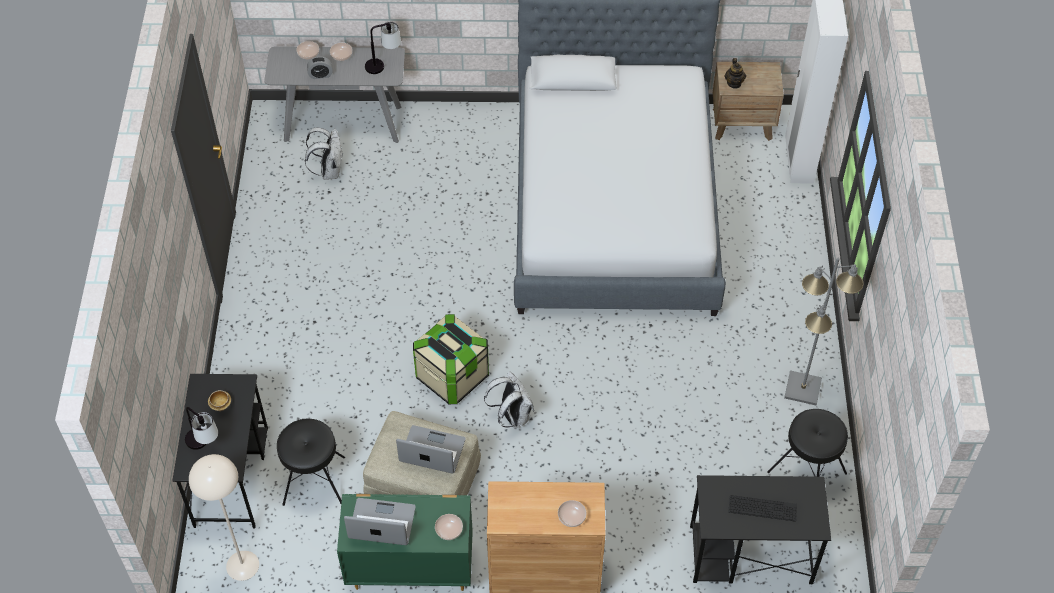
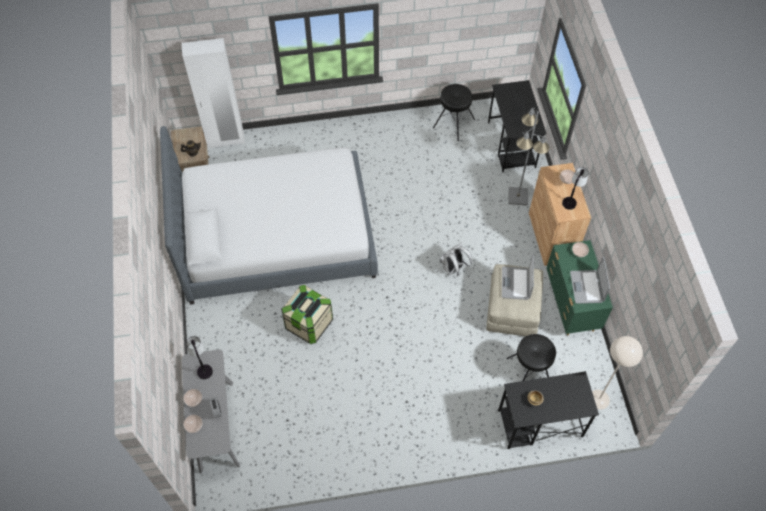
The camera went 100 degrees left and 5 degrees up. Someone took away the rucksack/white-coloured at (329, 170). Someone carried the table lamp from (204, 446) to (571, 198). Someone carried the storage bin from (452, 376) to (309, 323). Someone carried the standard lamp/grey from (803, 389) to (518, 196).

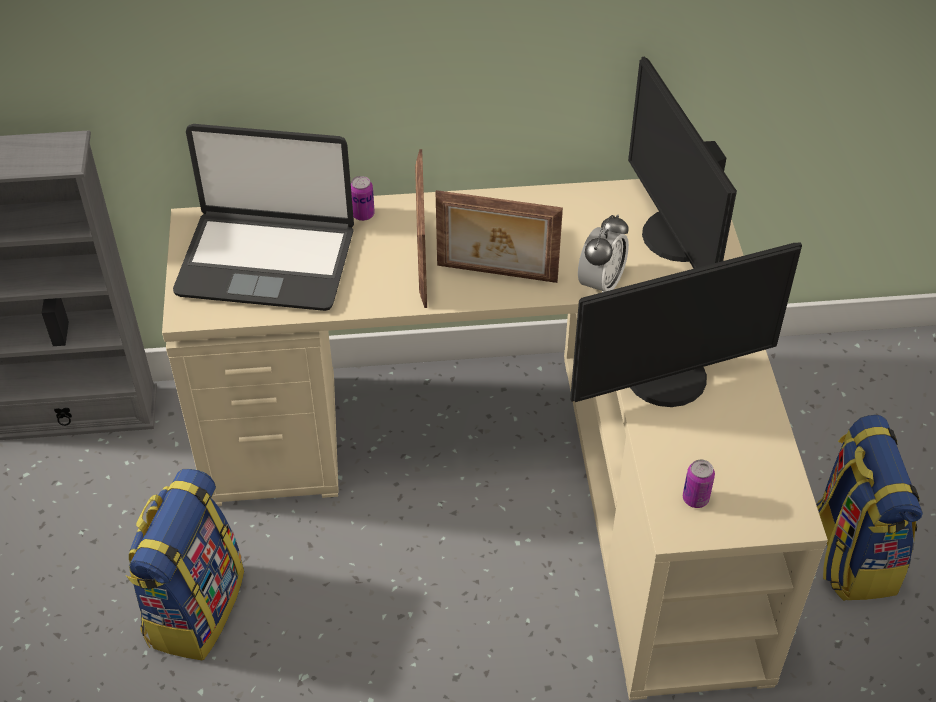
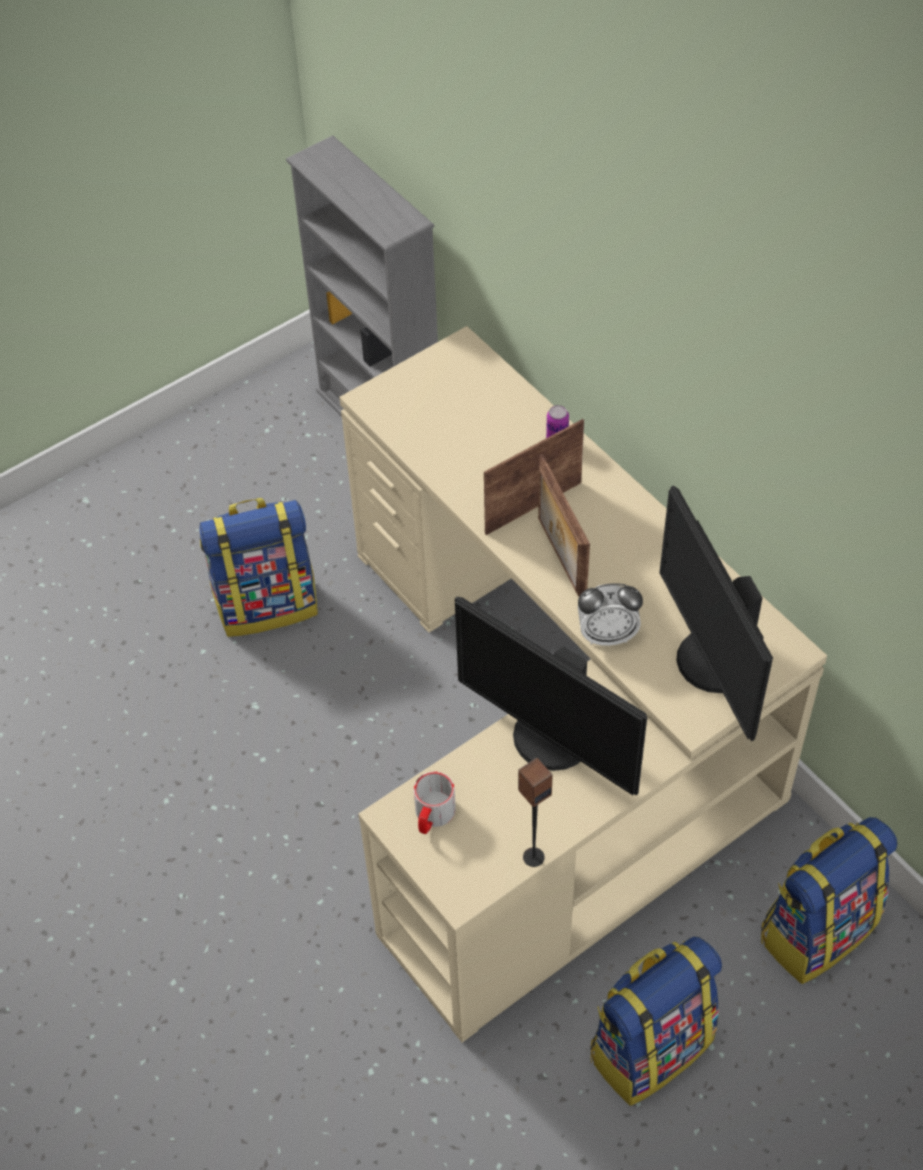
The camera went 60 degrees right and 5 degrees up. Someone took away the laptop at (267, 261). Someone put down the speaker at (533, 856). Someone put down the rucksack at (817, 929). Someone swapped the sealed can at (695, 499) for the coffee mug at (432, 816). Someone rotated the computer display at (675, 237) by 60 degrees counterclockwise.

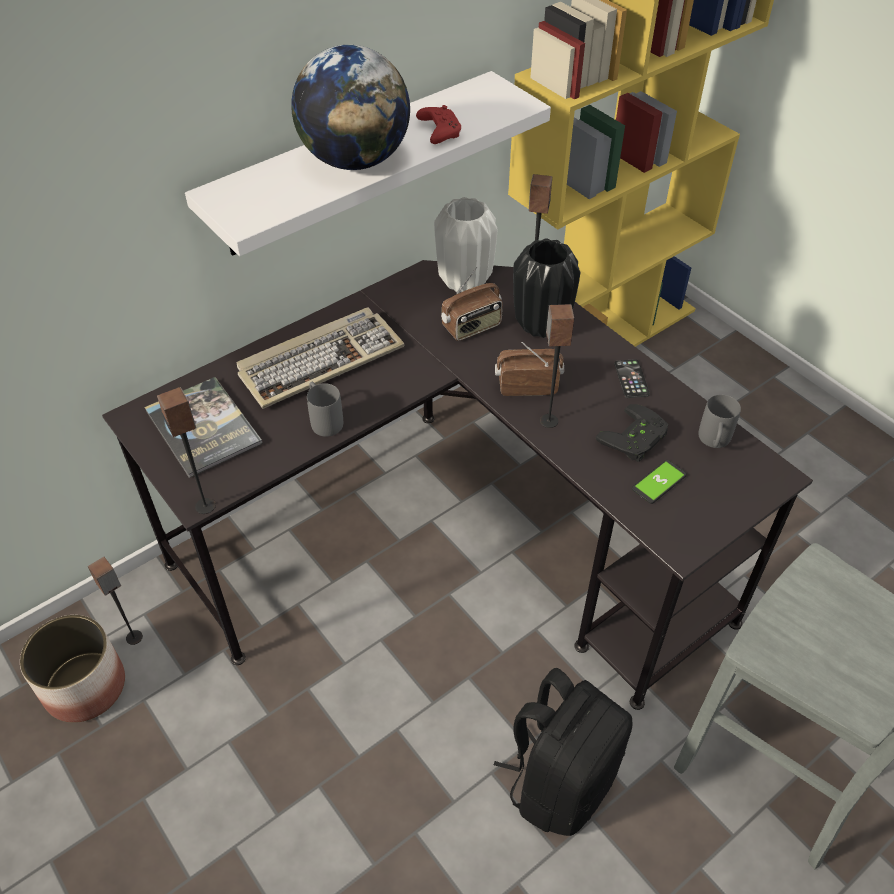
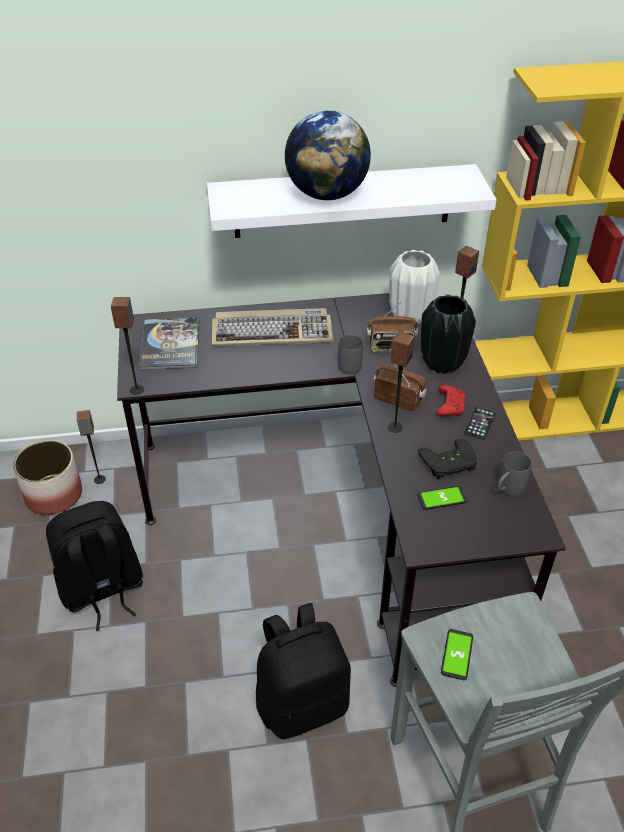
The camera went 30 degrees right and 5 degrees down. Someone put down the rucksack/blackish at (102, 590). Someone put down the handset at (457, 655). Someone carried the coffee mug/grey from (324, 420) to (349, 363). Someone carried the game controller/red from (439, 132) to (449, 406).

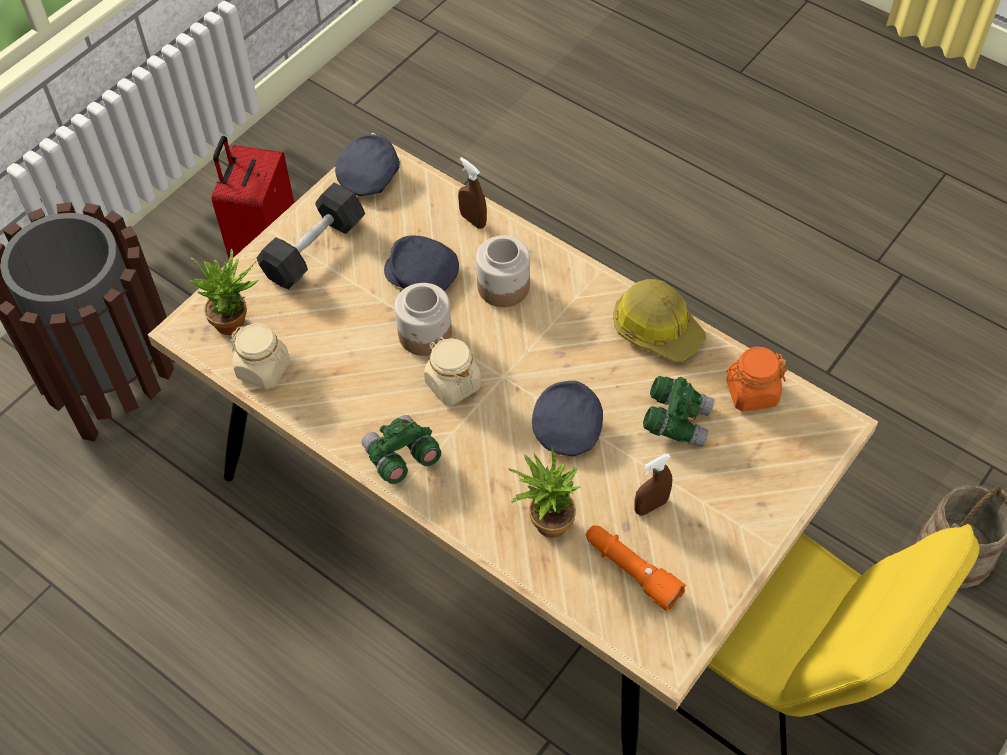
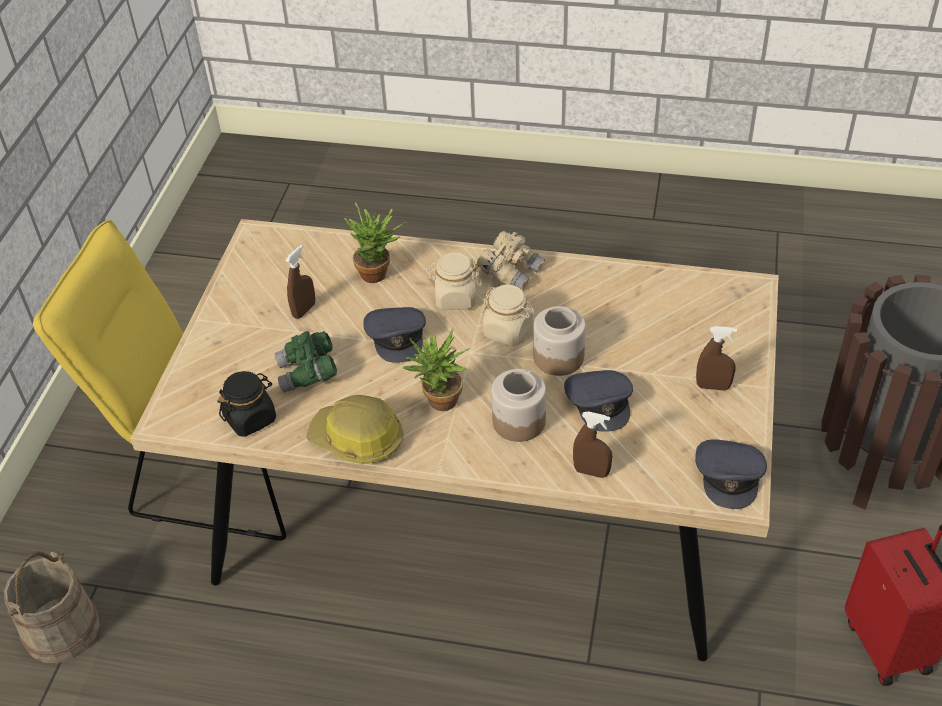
The camera went 155 degrees right and 10 degrees down. Someone took away the torch/orange at (631, 571). Someone carried the houseplant from (236, 321) to (439, 404). Someone carried the preserve jar/sand-coloured from (264, 369) to (455, 298). Someone swapped the dumbbell/blackish at (314, 249) for the spray bottle/brown-coloured at (713, 386). Someone repainted the binoculars/green-coloured at (401, 458), which became the binoculars/sand-coloured at (511, 271). Someone repainted the preserve jar/orange at (751, 393), which became the preserve jar/blackish at (250, 418). Someone rotated the cap/grey at (421, 275) by 75 degrees clockwise.

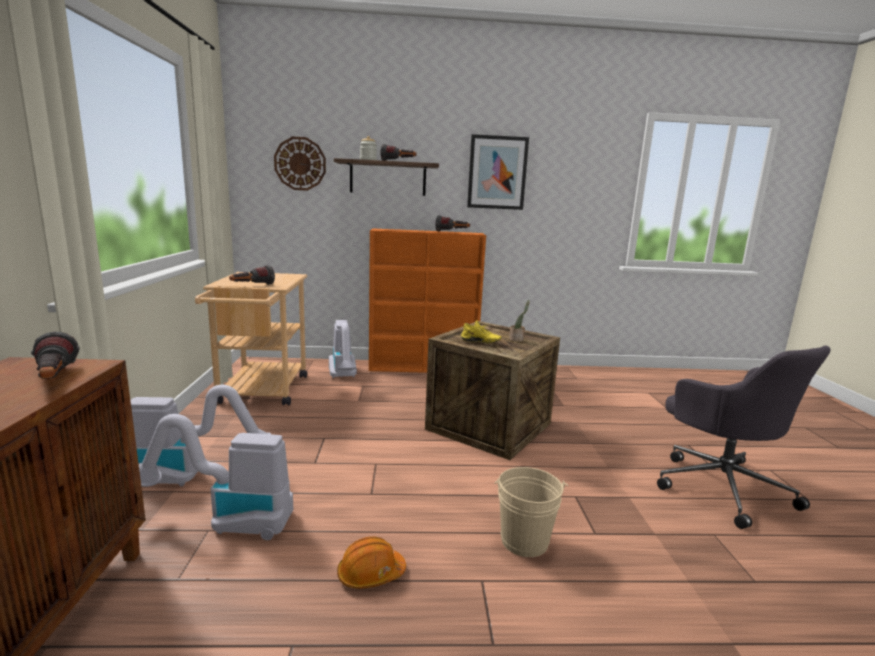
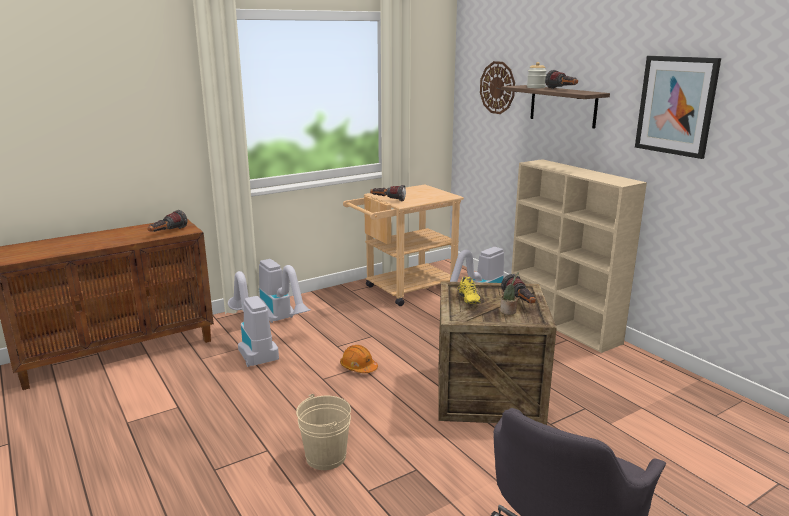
The camera went 60 degrees right and 5 degrees up. Someone carried the work helmet/orange from (370, 574) to (358, 367). Someone carried the torch from (452, 232) to (520, 302). Someone repainted the bookshelf/orange at (423, 367), which became the bookshelf/sand-coloured at (564, 324).

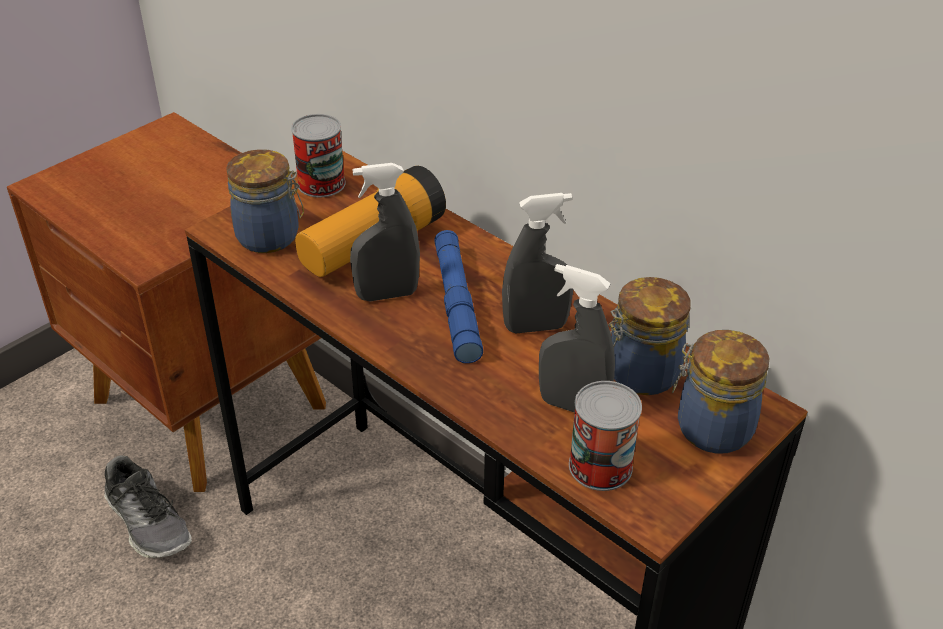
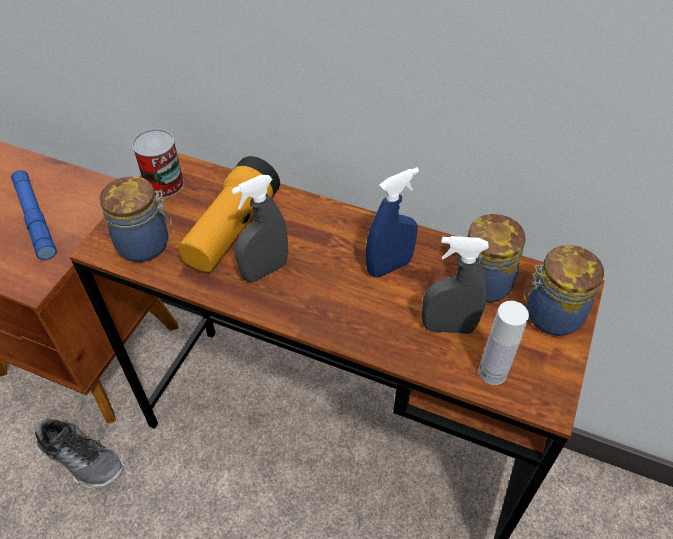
The camera went 20 degrees left and 10 degrees up. Someone carried the torch/blue from (456, 303) to (35, 219). Someone swapped the sealed can at (600, 466) for the beverage bottle/white-coloured at (492, 372). Someone repainted the spray bottle/grey at (535, 327), which became the spray bottle/blue at (389, 266).

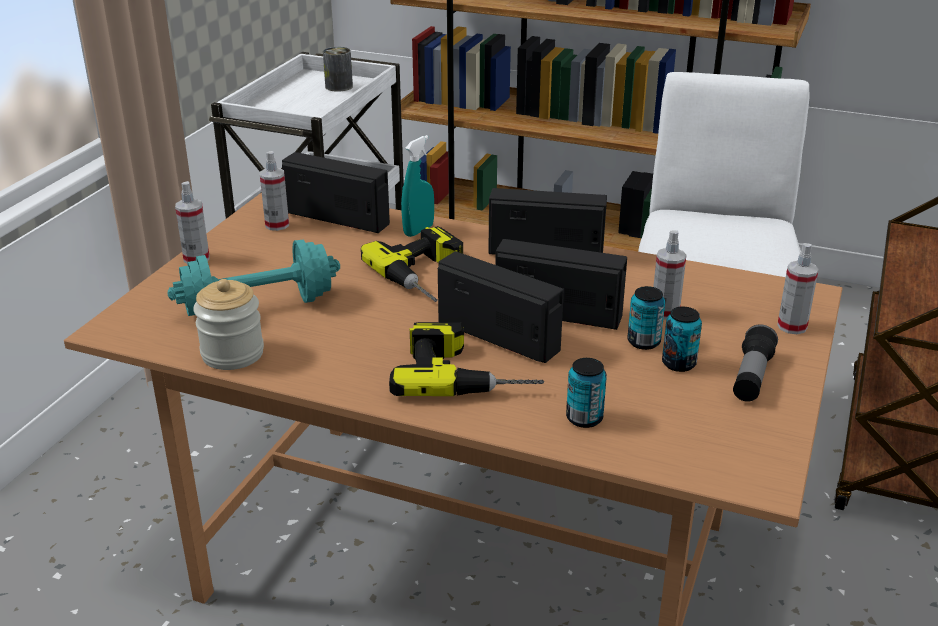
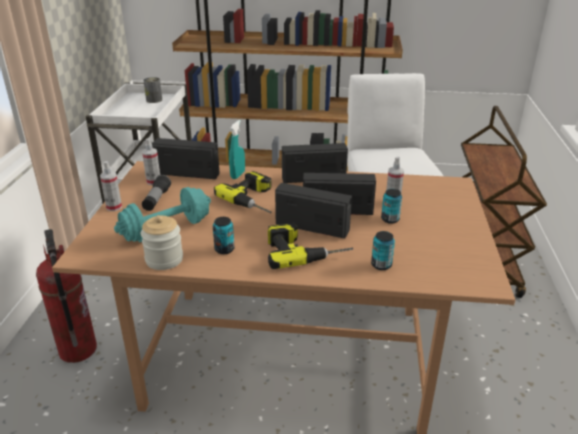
The camera went 15 degrees left and 0 degrees up. Someone took away the spray bottle at (792, 326). Someone put down the extinguisher at (78, 350). Someone carried the sealed can from (678, 363) to (224, 249). Someone carried the torch from (751, 377) to (156, 200).

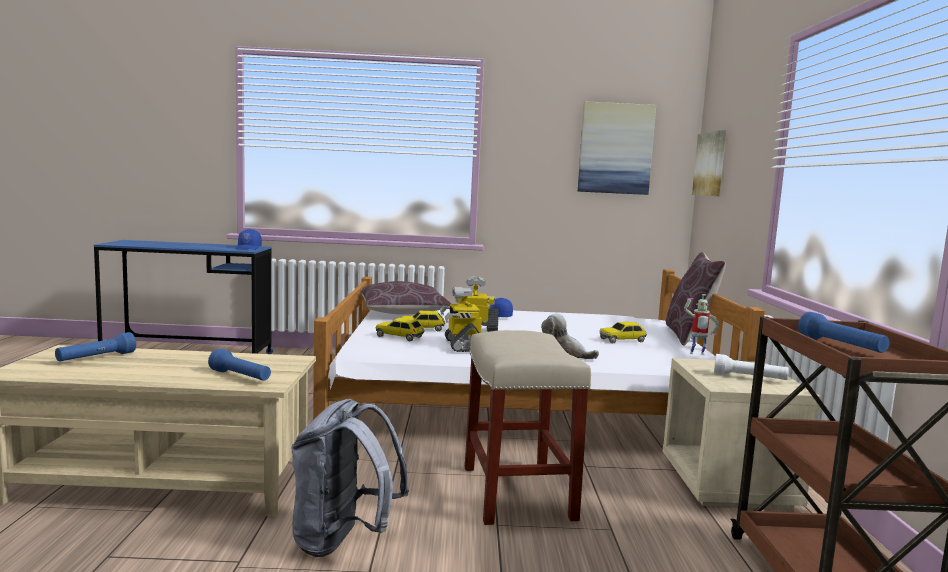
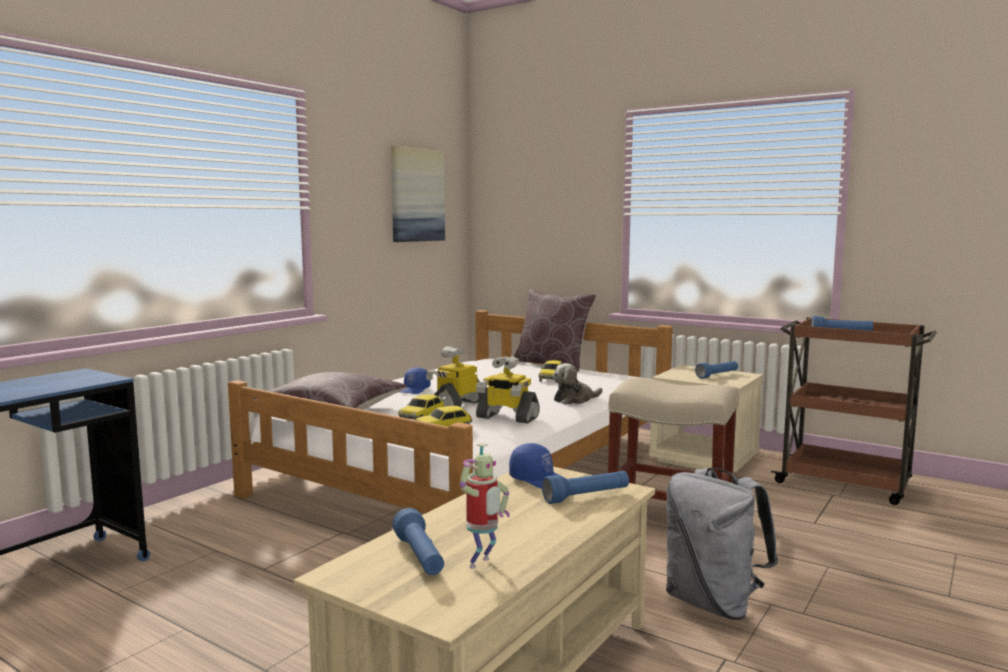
The camera went 55 degrees left and 0 degrees up. Someone took away the wall picture at (711, 164). Someone carried the cap/blue from (248, 248) to (539, 480). Someone carried the toy robot from (697, 354) to (482, 564). Someone repainted the torch/white-coloured at (749, 378), which became the torch/blue at (717, 375).

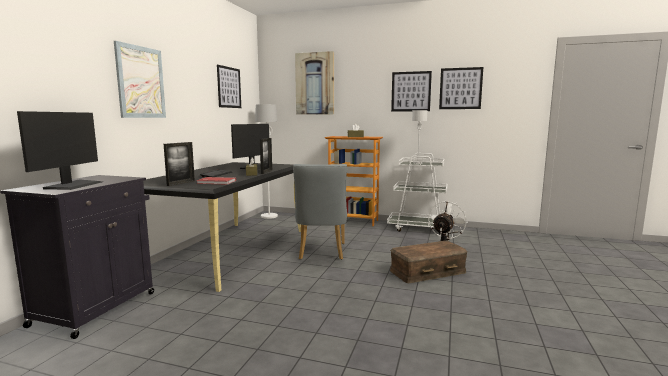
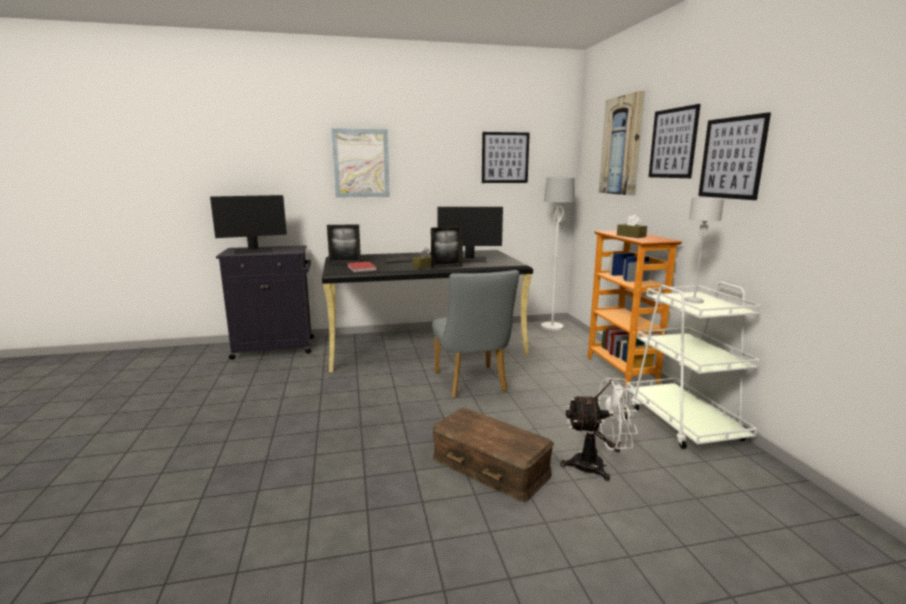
The camera went 60 degrees right and 5 degrees up. Someone carried the wall picture from (460, 88) to (673, 143). Someone rotated the plain chair/grey at (321, 253) by 75 degrees counterclockwise.

